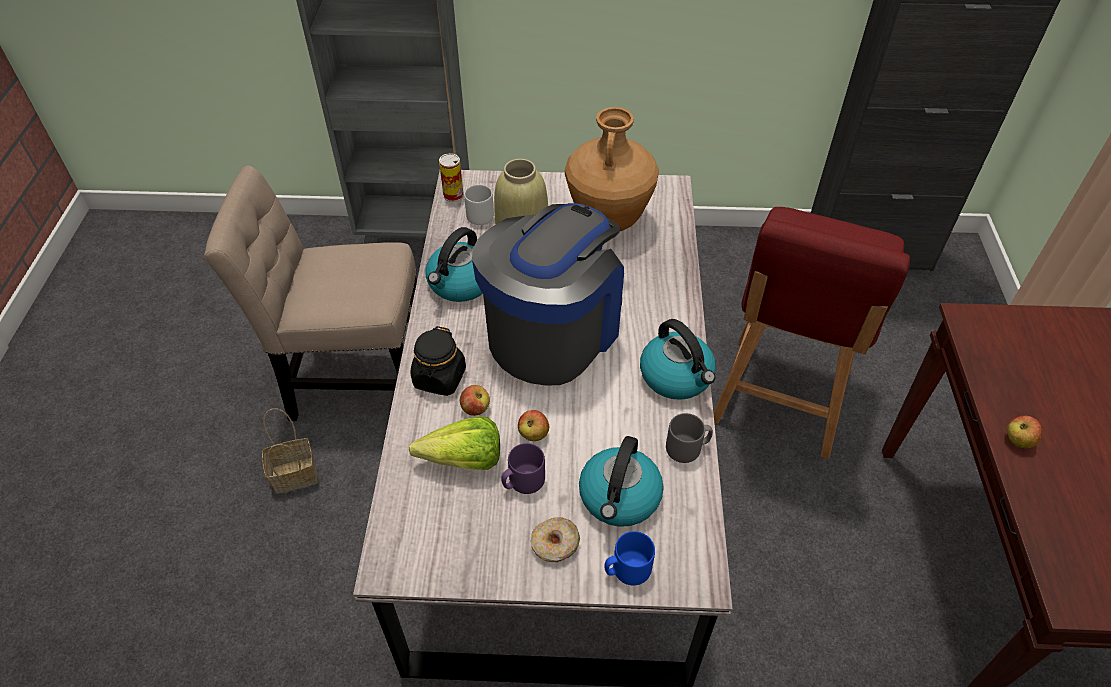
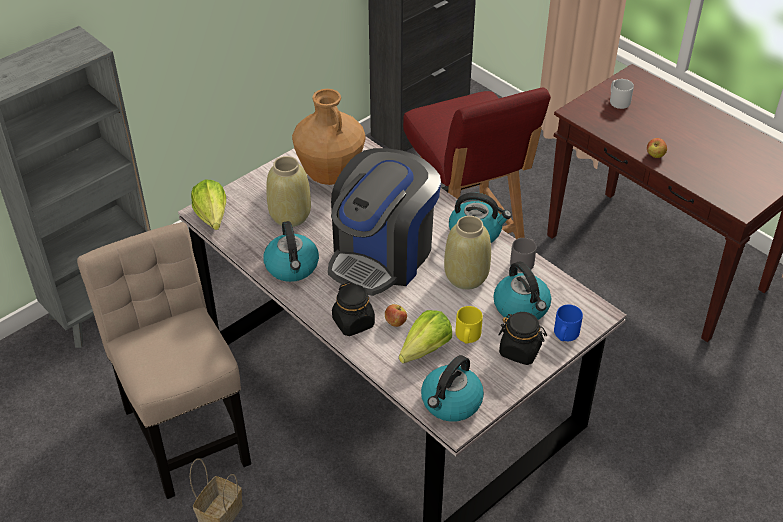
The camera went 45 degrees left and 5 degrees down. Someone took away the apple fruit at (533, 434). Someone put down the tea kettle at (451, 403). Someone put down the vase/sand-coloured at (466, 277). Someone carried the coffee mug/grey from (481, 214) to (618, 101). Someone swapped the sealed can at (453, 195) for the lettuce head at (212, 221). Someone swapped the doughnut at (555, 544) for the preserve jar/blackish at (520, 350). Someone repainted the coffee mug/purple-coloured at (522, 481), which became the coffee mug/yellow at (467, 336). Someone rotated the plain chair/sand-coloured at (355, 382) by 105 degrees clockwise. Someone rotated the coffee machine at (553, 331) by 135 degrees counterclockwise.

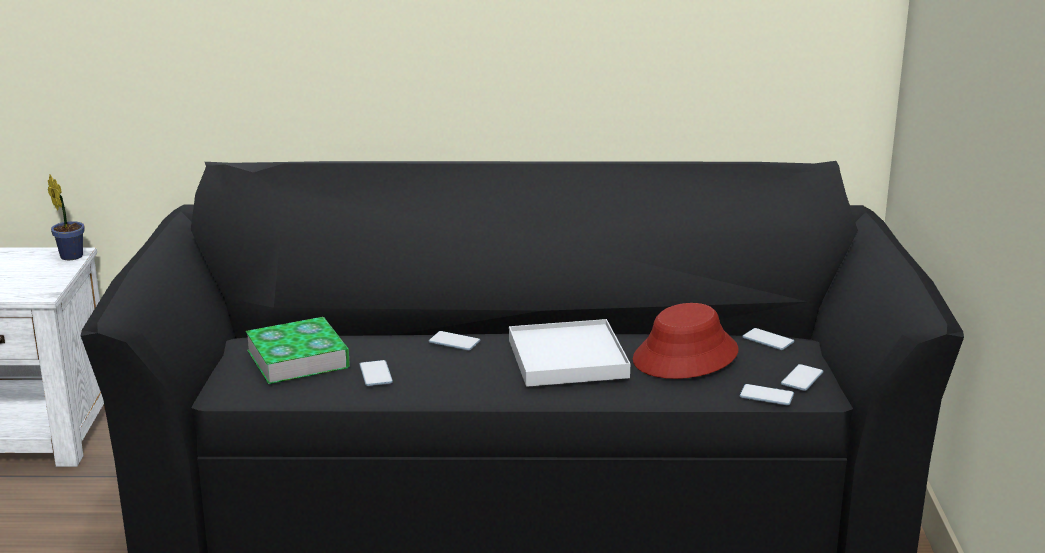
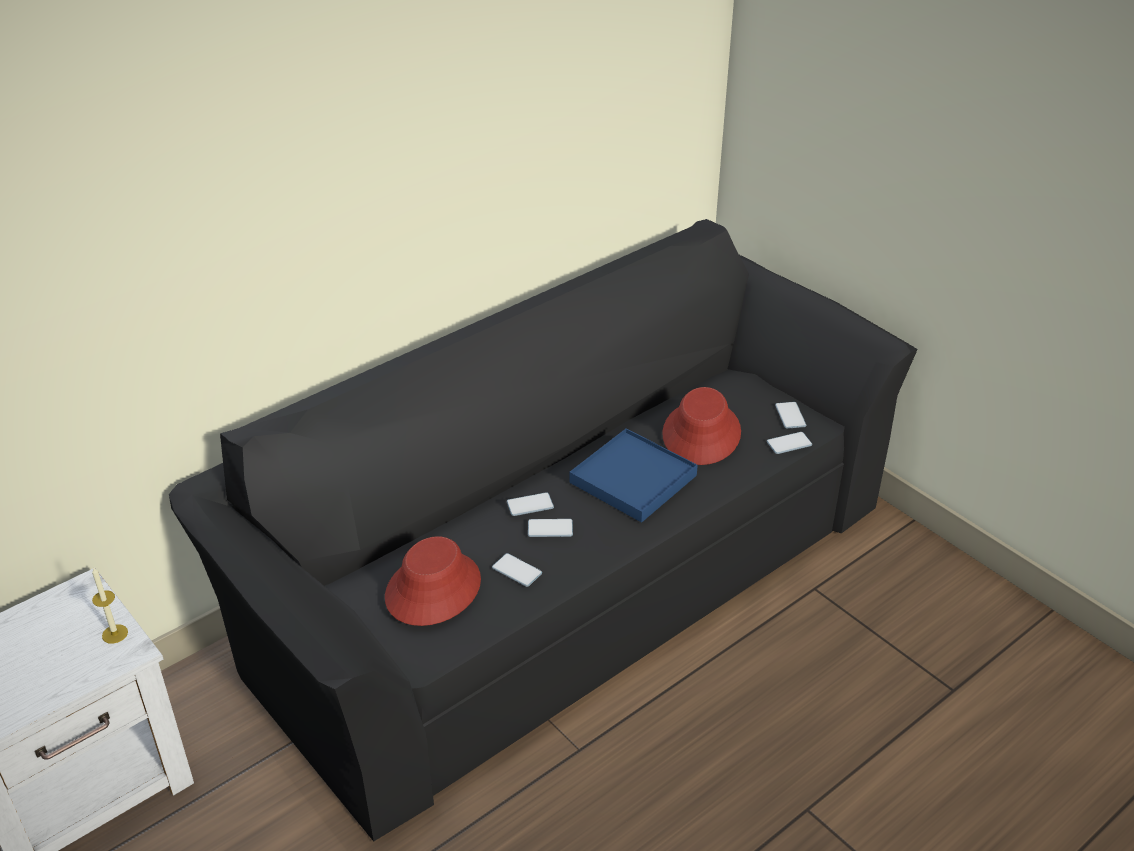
The camera went 40 degrees left and 15 degrees up. Someone took away the houseplant at (70, 255). Someone put down the wax light at (115, 634). Someone carried the handset from (768, 340) to (550, 529). Someone swapped the bound book at (298, 358) for the clothing hat/red at (433, 589). Someone repainted the serving tray/white-coloured at (567, 359), which became the serving tray/blue at (633, 479).

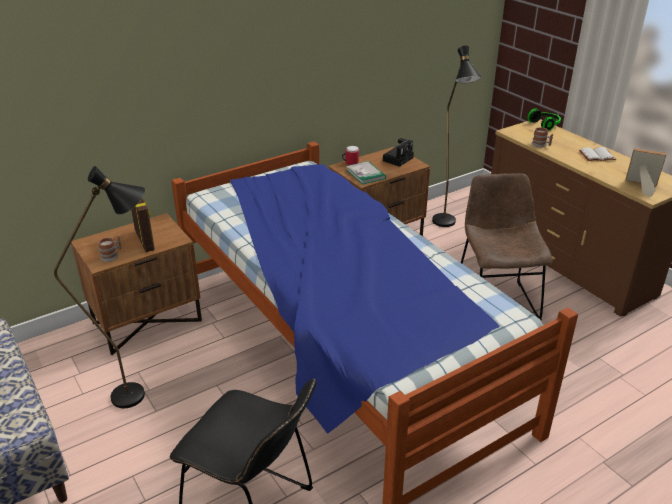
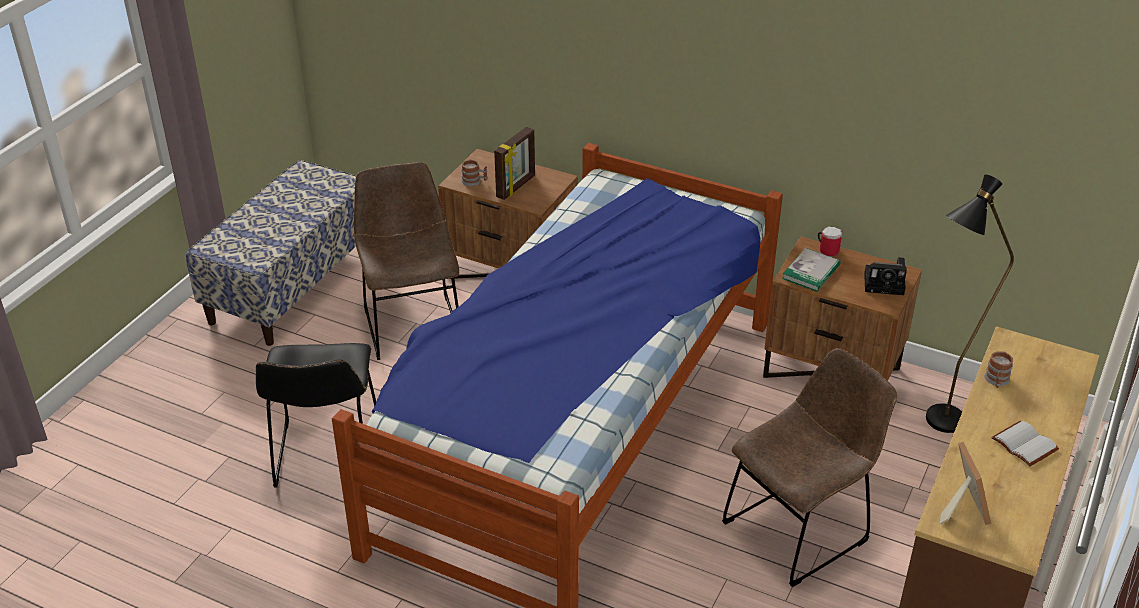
The camera went 60 degrees right and 5 degrees up. Someone took away the headset at (545, 125). Someone swapped the standard lamp/blackish at (141, 394) for the plain chair/brown-coloured at (412, 322).

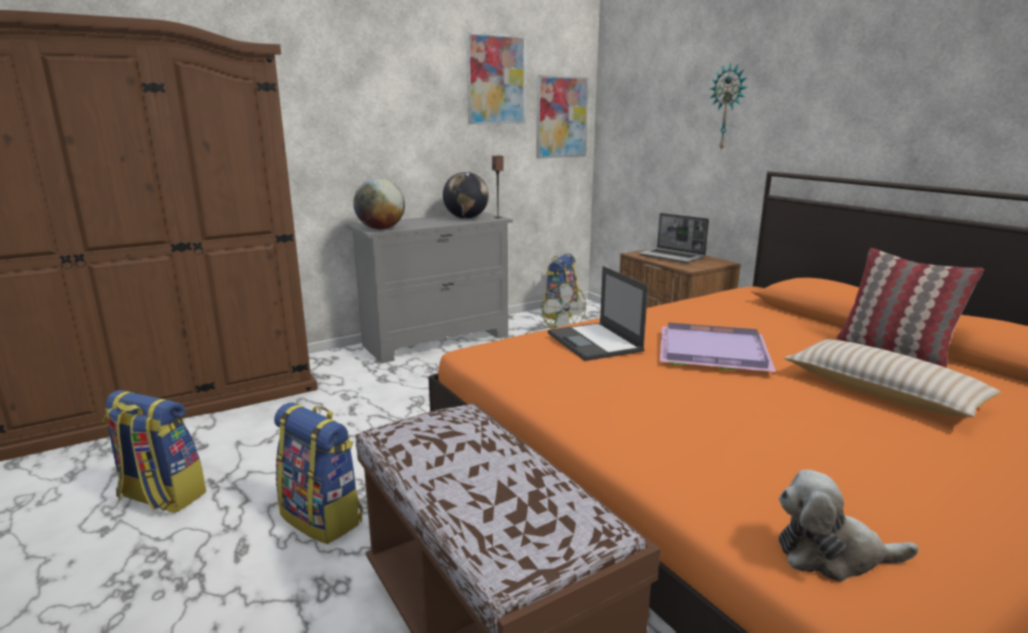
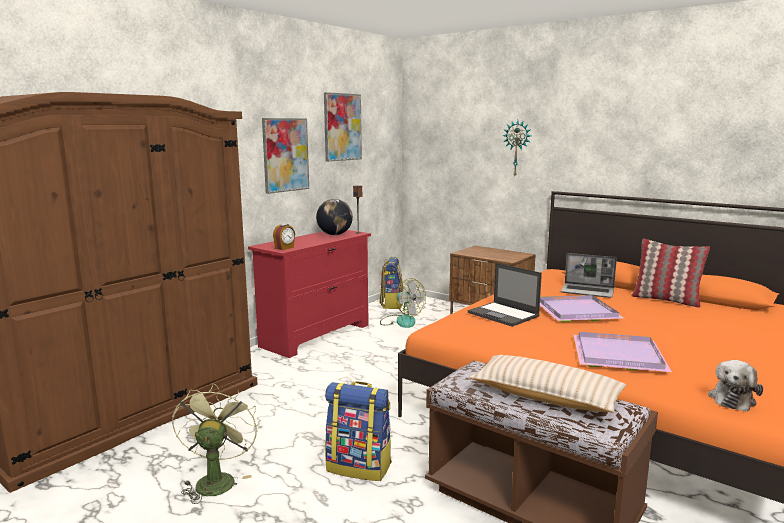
The camera went 20 degrees left and 5 degrees down. Someone put down the serving tray/purple-coloured at (619, 355). Someone carried the wall picture from (561, 117) to (285, 155). Someone carried the laptop from (672, 256) to (588, 291). Someone carried the throw pillow/sand-coloured from (882, 392) to (546, 396). Someone swapped the rucksack at (161, 497) for the cooling fan/green-coloured at (216, 479). Someone swapped the globe at (381, 229) for the bedside clock at (284, 248). Someone repainted the dresser/grey at (437, 340), which became the dresser/red at (316, 335). Someone rotated the plush toy at (832, 555) by 45 degrees counterclockwise.

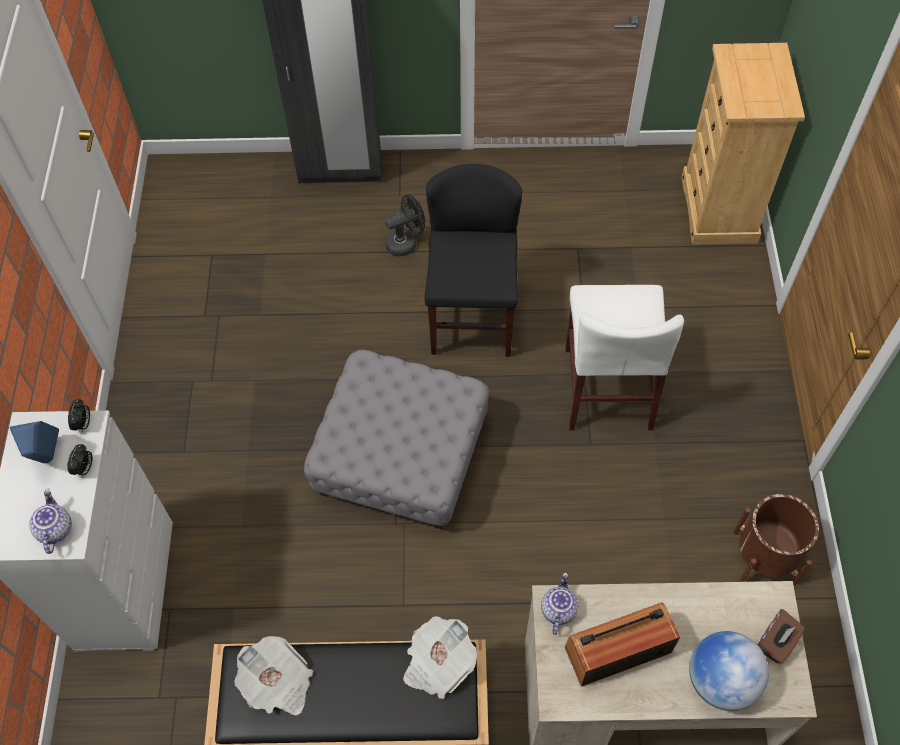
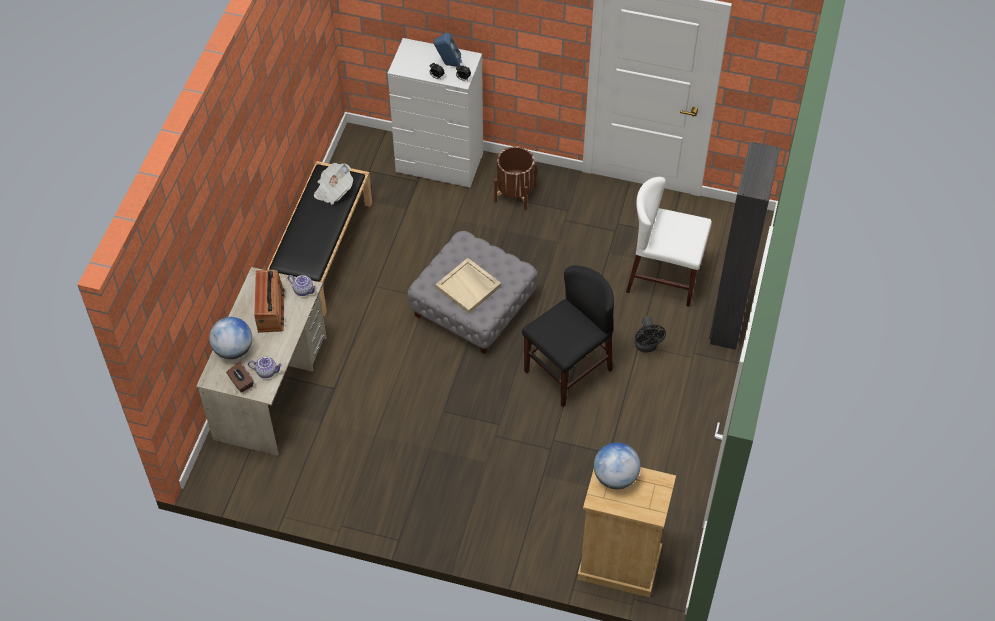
The camera went 105 degrees right and 5 degrees down. Someone took away the daily paper at (438, 663). Someone put down the serving tray/sand-coloured at (469, 287). Someone put down the globe at (615, 477). Someone carried the tea pot from (54, 529) to (267, 371). Someone carried the plain chair/white-coloured from (607, 388) to (664, 278). Someone carried the planter/brown-coloured from (764, 557) to (515, 193). Someone rotated the plain chair/blackish at (472, 317) by 60 degrees counterclockwise.

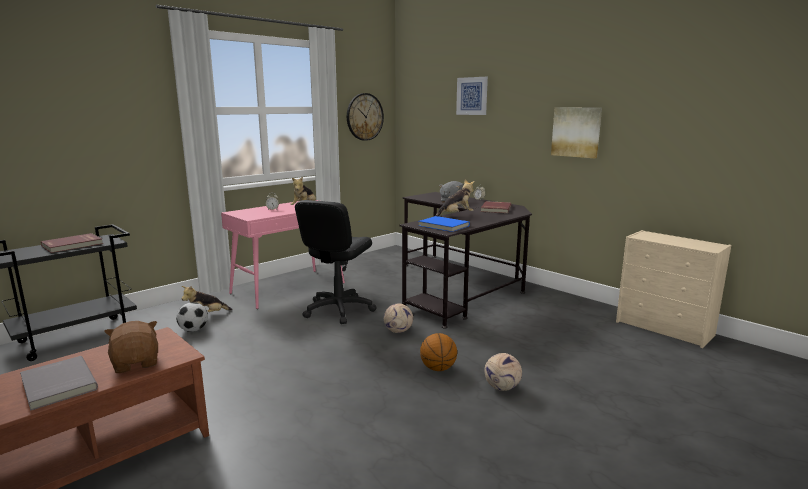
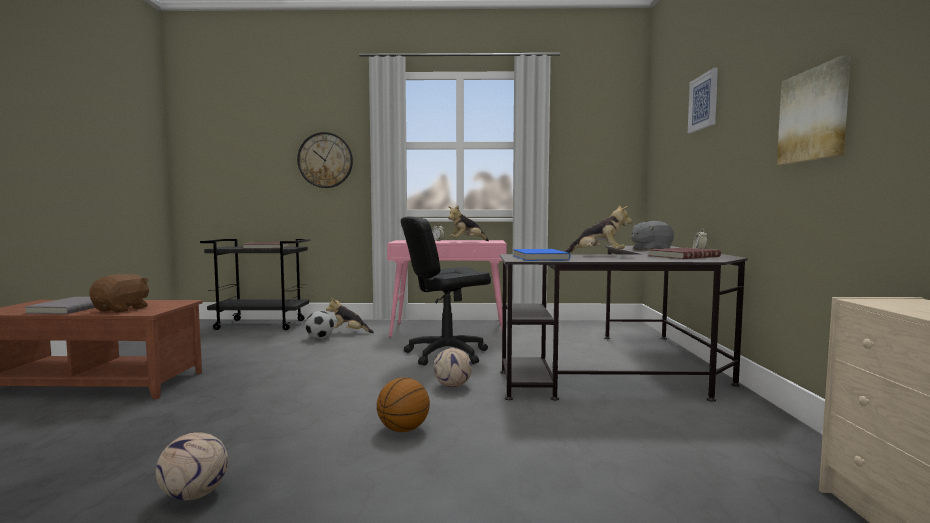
The camera went 45 degrees right and 10 degrees down. Someone carried the hanging clock from (364, 117) to (325, 160). Someone carried the football from (501, 388) to (194, 495).

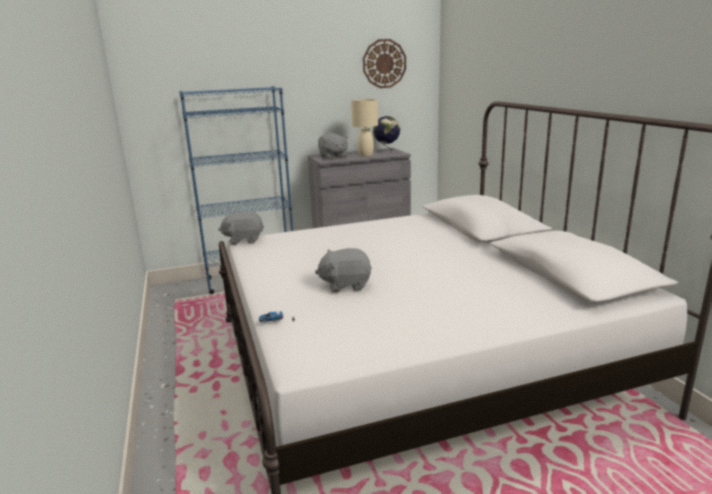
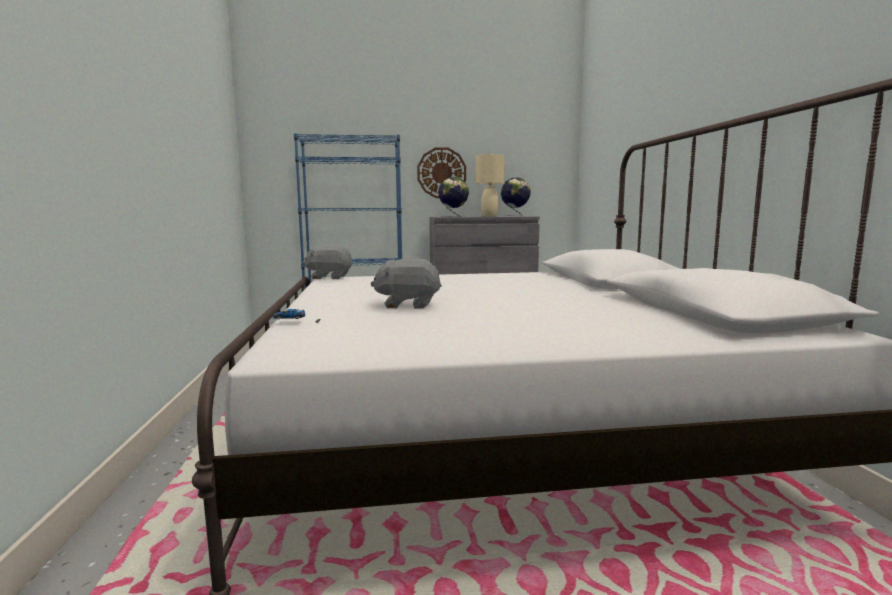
The camera went 10 degrees right and 10 degrees down. Someone carried the hanging clock from (384, 63) to (441, 173). Someone swapped the plush toy/grey at (333, 157) for the globe at (453, 216).

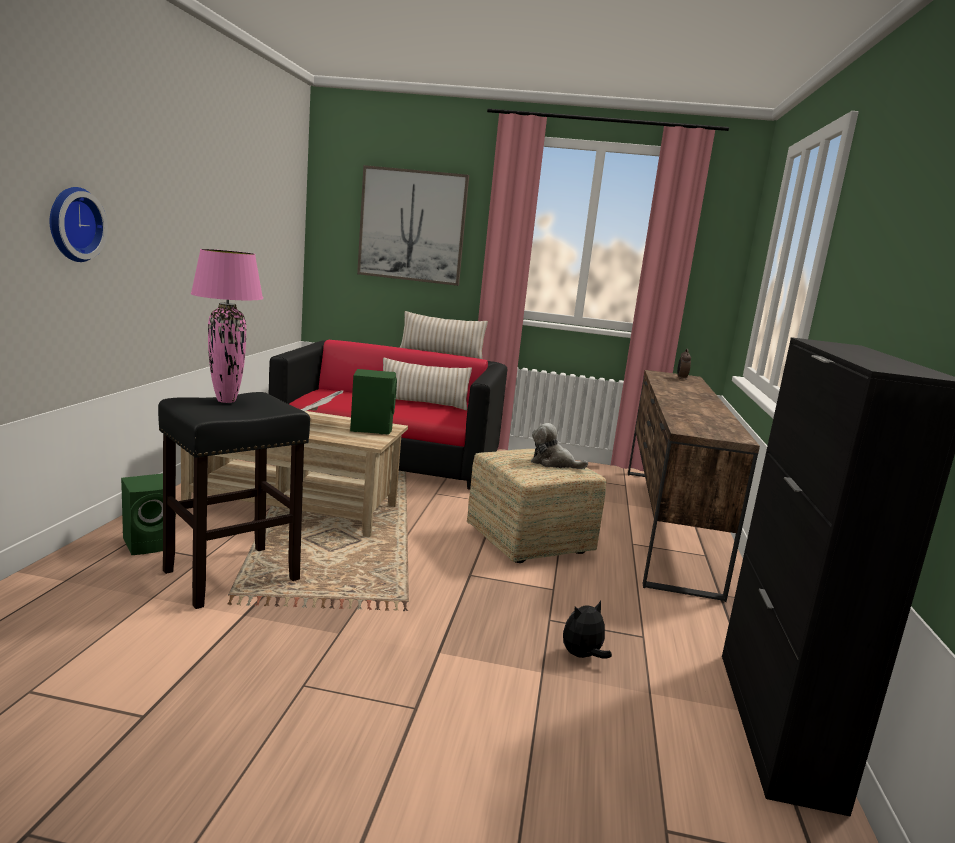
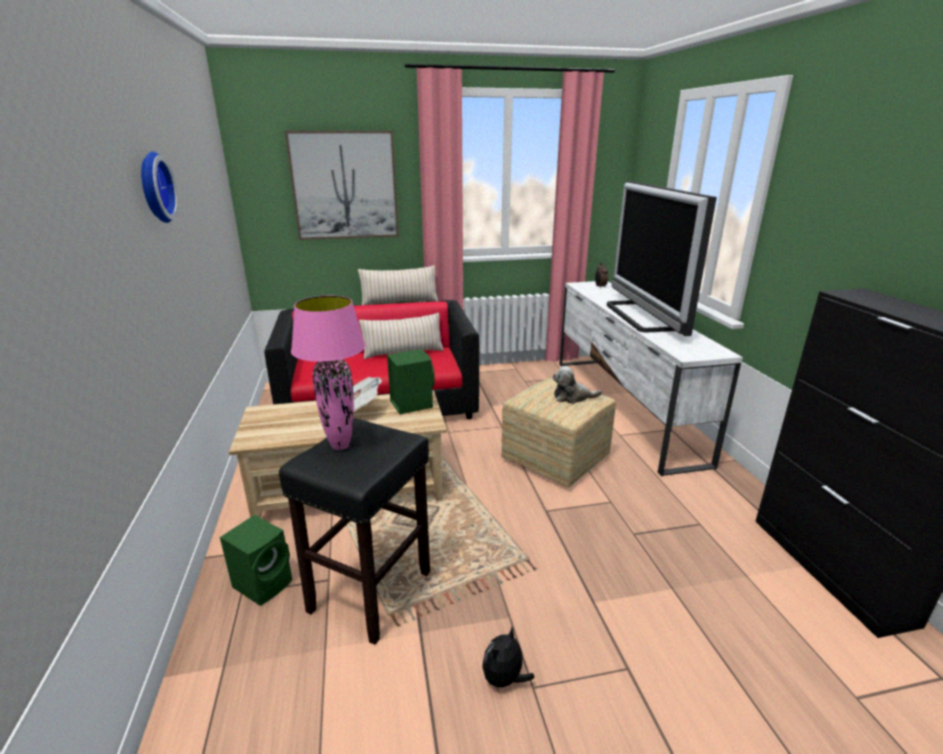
The camera went 20 degrees left and 10 degrees up. Someone put down the TV set at (640, 316). Someone carried the hanging clock from (72, 224) to (153, 188). Someone carried the plush toy from (582, 656) to (504, 679). Someone repainted the tv unit/brown-coloured at (665, 524), which became the tv unit/white-coloured at (623, 407).

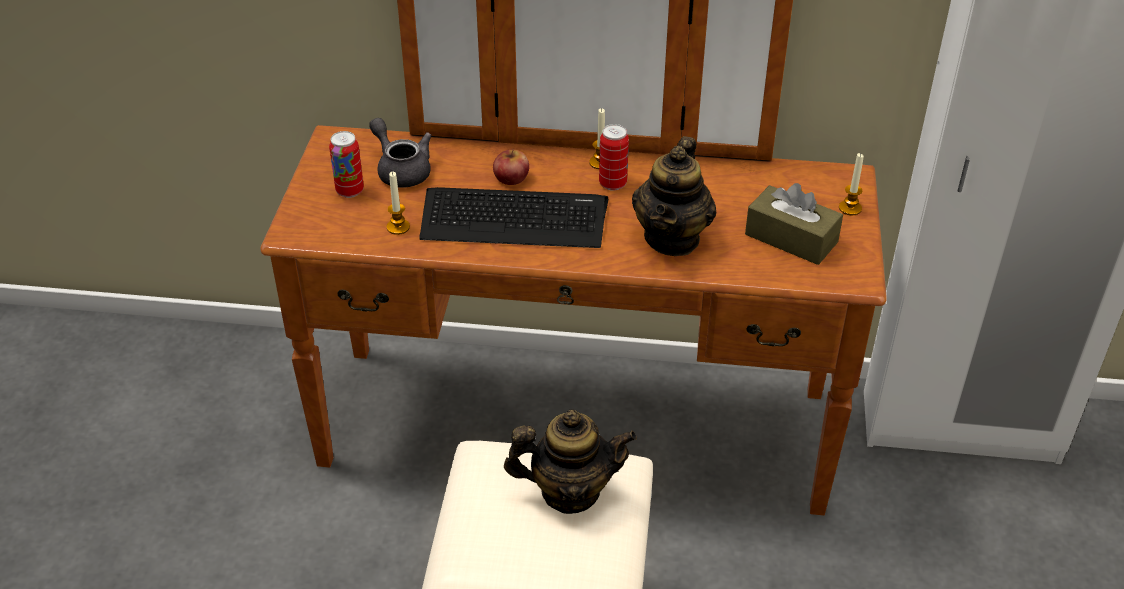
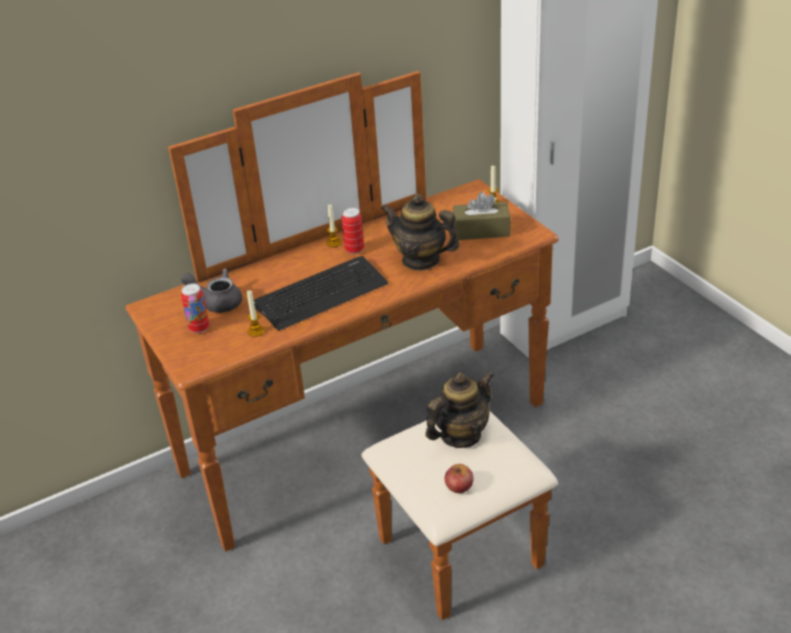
The camera went 35 degrees left and 5 degrees down. Someone carried the apple fruit from (511, 177) to (459, 486). Someone rotated the tea pot at (672, 238) by 135 degrees clockwise.

